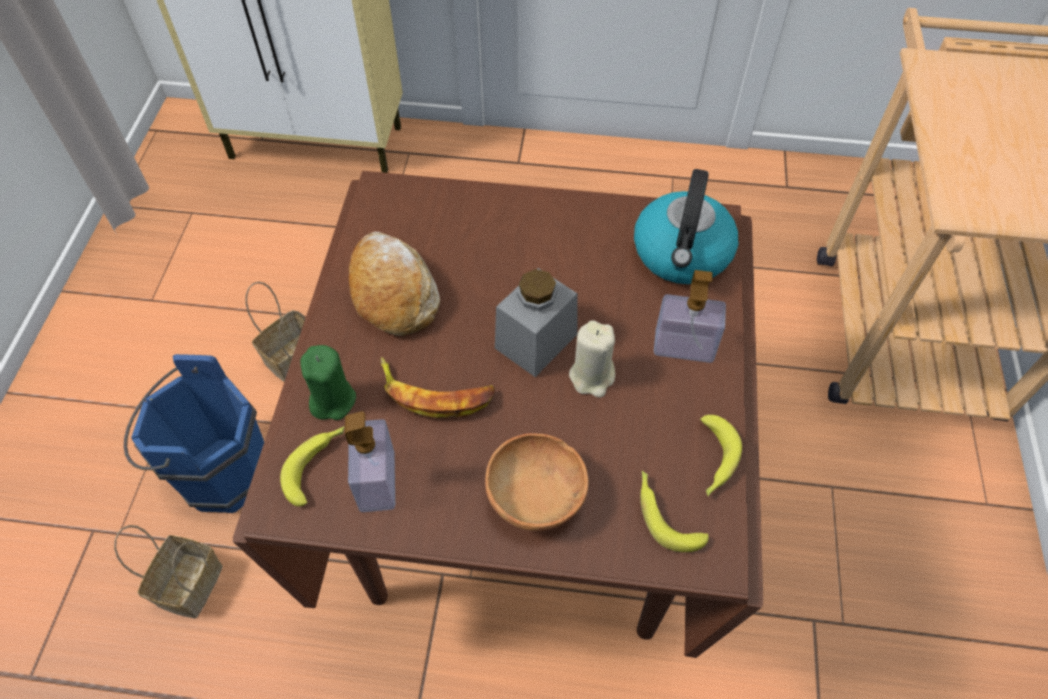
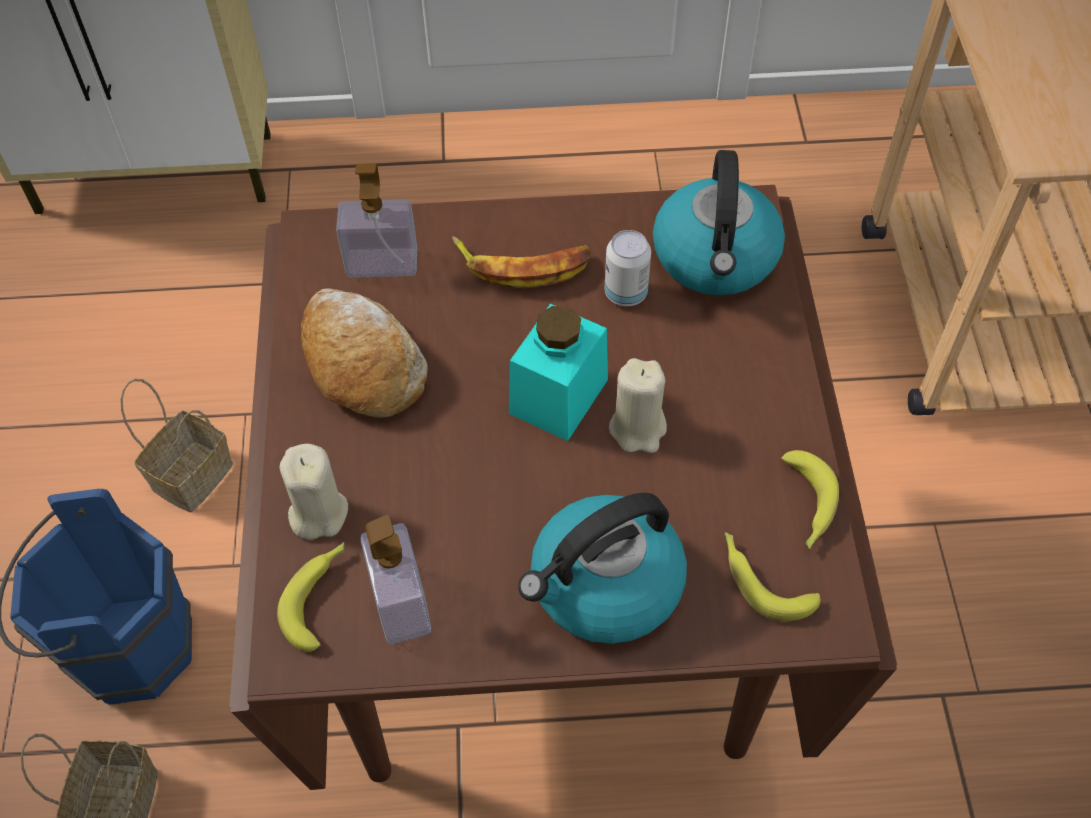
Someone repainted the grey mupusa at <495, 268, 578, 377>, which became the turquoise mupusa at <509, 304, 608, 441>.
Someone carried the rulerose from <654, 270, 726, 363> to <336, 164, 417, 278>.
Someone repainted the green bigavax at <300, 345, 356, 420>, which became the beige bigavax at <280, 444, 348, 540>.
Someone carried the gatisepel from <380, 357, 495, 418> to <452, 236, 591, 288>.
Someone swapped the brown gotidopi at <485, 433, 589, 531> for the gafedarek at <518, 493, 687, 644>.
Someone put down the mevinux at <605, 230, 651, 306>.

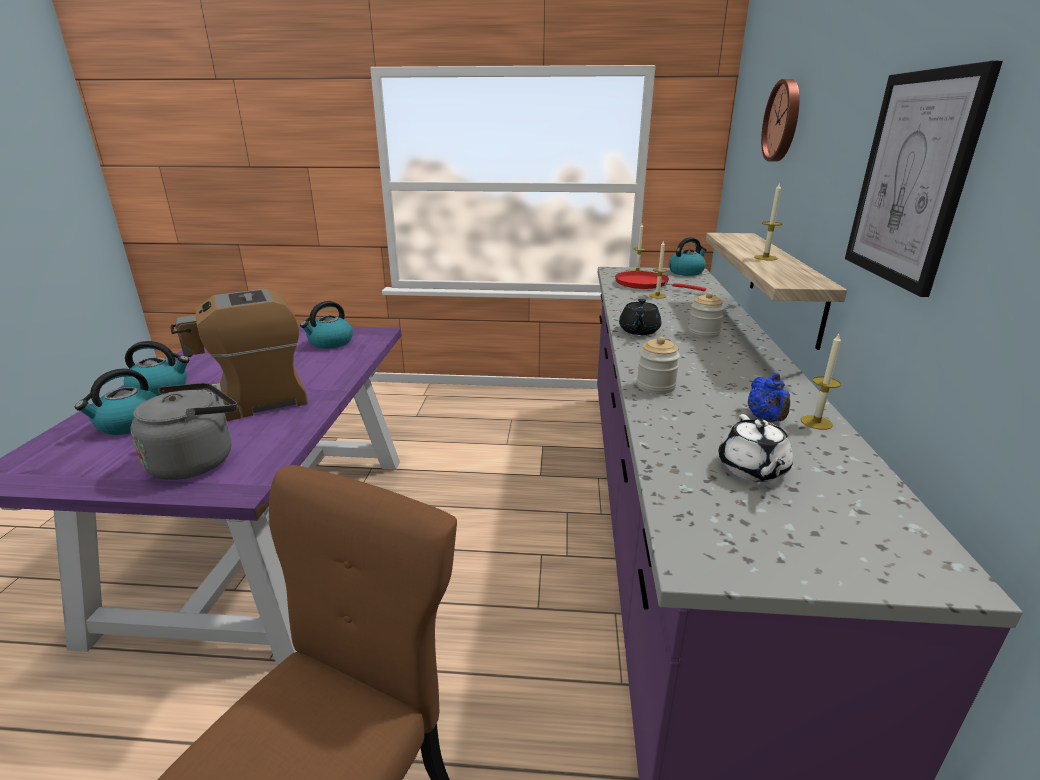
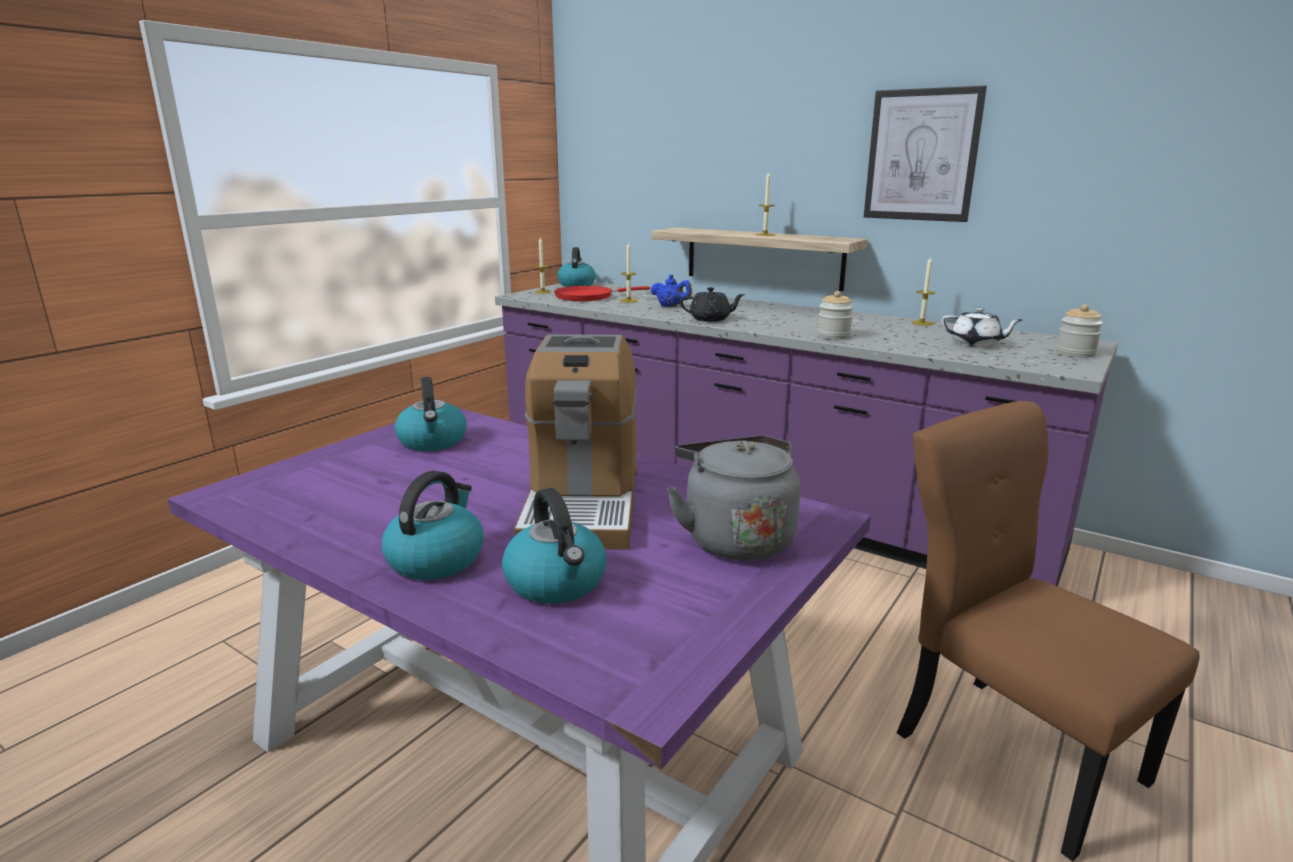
Someone took away the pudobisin at <761, 79, 800, 161>.
Someone carried the mupusa from <688, 292, 724, 338> to <1056, 304, 1103, 358>.
Someone rotated the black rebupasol at <619, 299, 661, 335> by 45 degrees counterclockwise.
Someone carried the blue rebupasol from <748, 373, 790, 422> to <651, 275, 692, 307>.

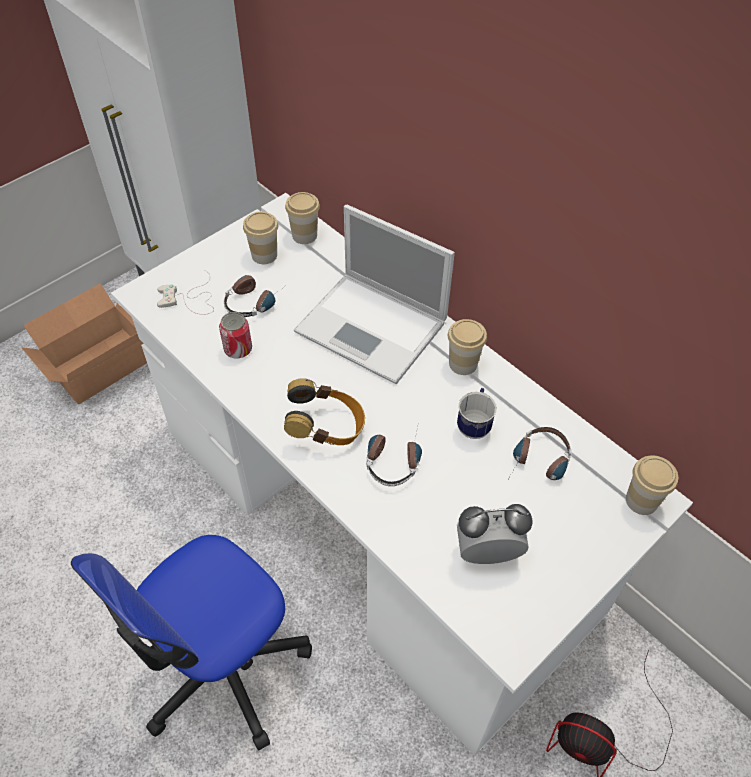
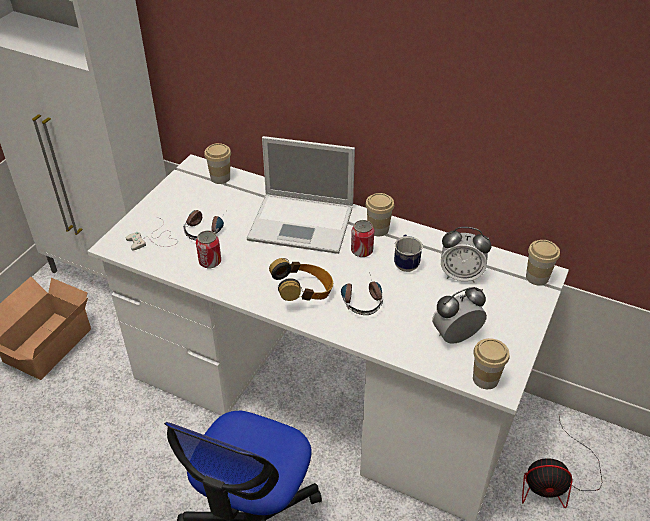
Someone carried the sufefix from <243, 212, 278, 264> to <473, 338, 510, 389>.
Someone swapped the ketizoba at <510, 427, 572, 480> for the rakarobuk at <441, 227, 492, 283>.
Someone put down the mevinux at <351, 220, 374, 257>.

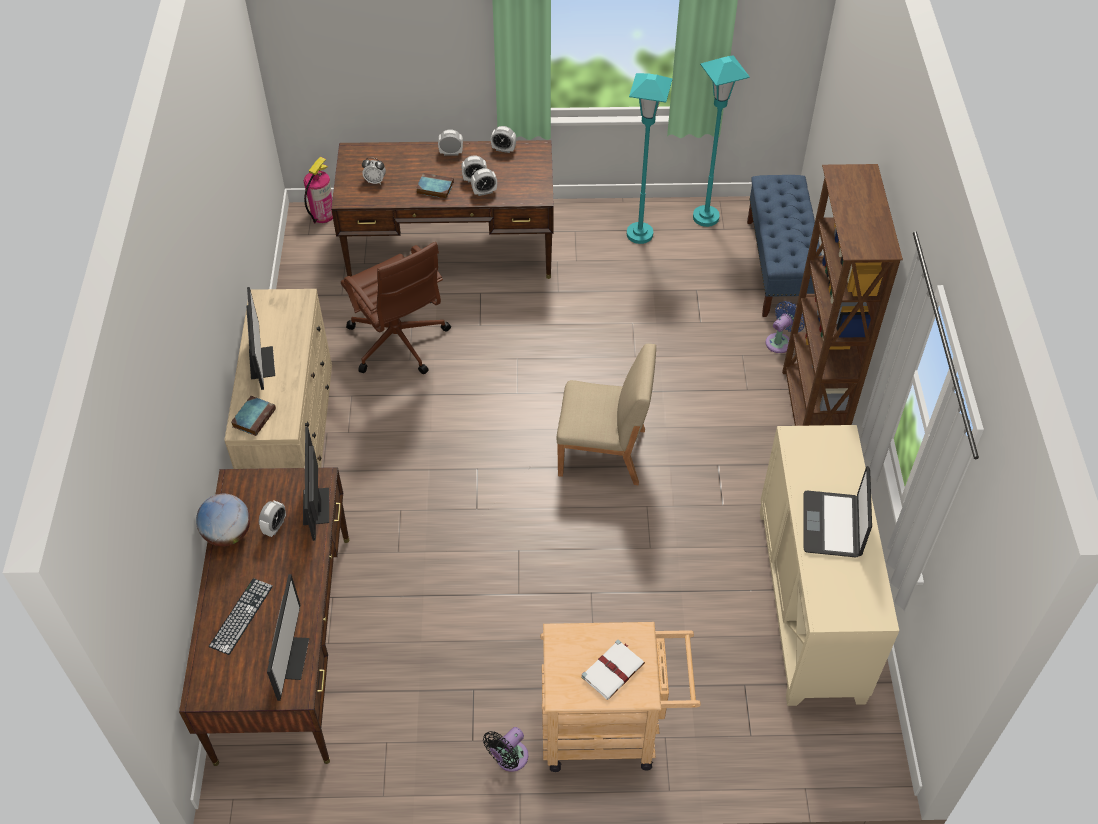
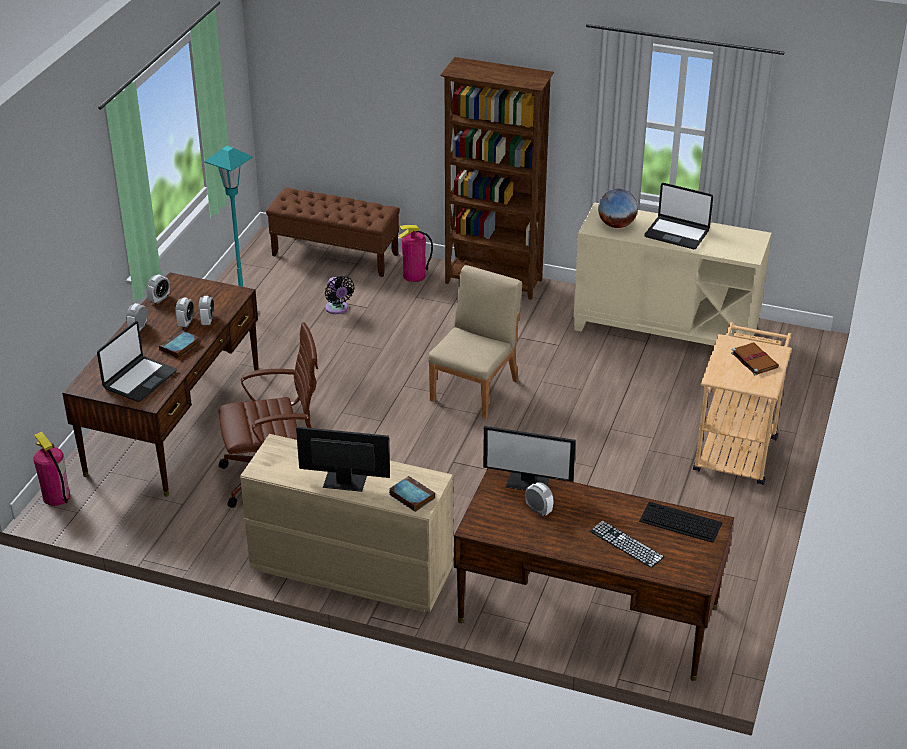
Someone took away the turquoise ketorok at <693, 55, 750, 227>.
Someone swapped the rakarobuk at <362, 158, 386, 185> for the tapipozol at <97, 321, 177, 402>.
Someone repainted the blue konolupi at <747, 175, 822, 317>, which became the brown konolupi at <266, 188, 400, 277>.
Someone swapped the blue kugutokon at <765, 301, 805, 353> for the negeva at <398, 225, 433, 282>.
Someone carried the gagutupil from <196, 494, 250, 546> to <598, 189, 638, 228>.
Someone swapped the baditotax at <267, 574, 309, 701> for the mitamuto at <639, 502, 723, 543>.
Someone repainted the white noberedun at <581, 640, 645, 700>, which became the brown noberedun at <731, 343, 779, 375>.
Someone carried the black kugutokon from <483, 727, 528, 772> to <325, 276, 355, 314>.

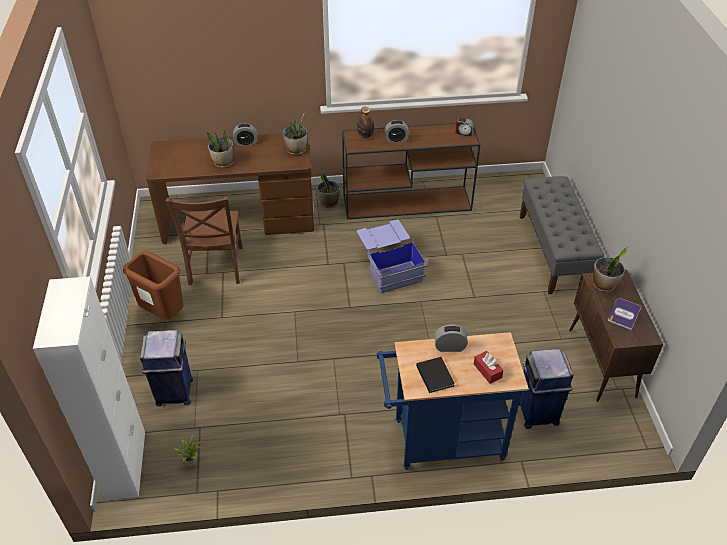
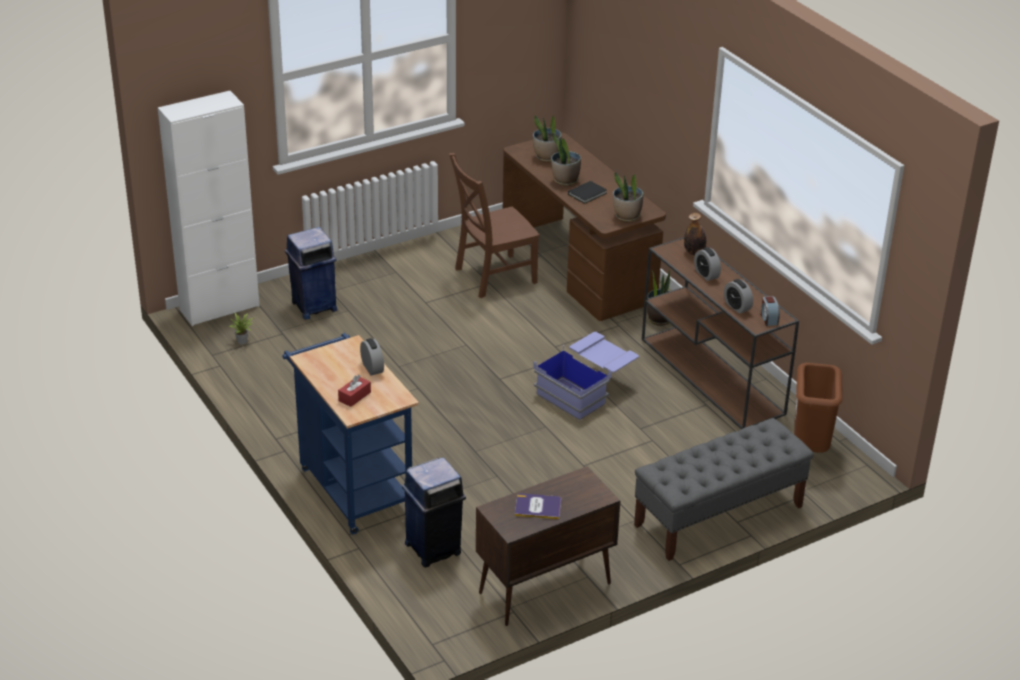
Someone carried the rakarobuk from <233, 123, 258, 146> to <724, 279, 753, 314>.
Someone carried the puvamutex from <592, 246, 630, 292> to <533, 115, 562, 162>.
Someone carried the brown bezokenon from <123, 251, 184, 320> to <794, 363, 843, 453>.
Someone carried the black noberedun from <416, 357, 455, 393> to <568, 181, 607, 204>.

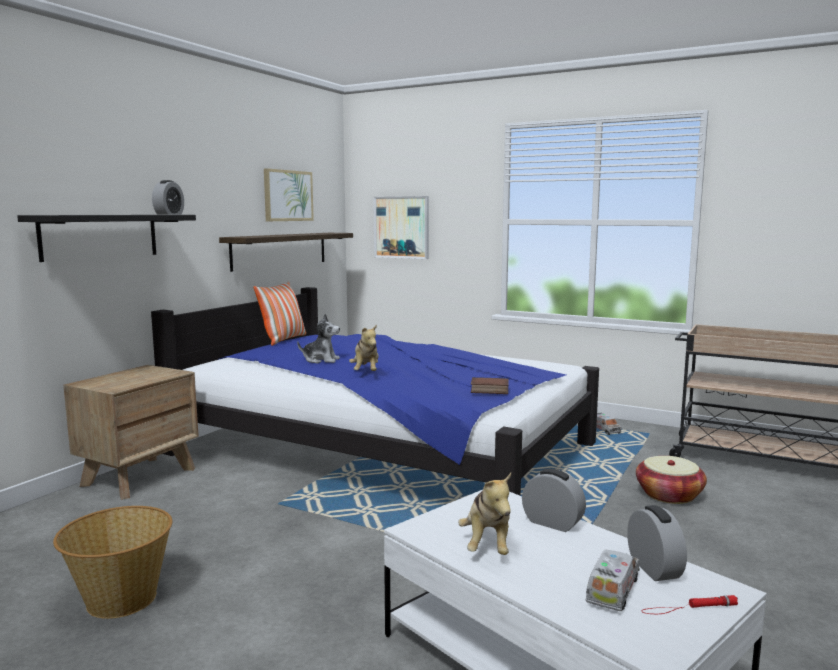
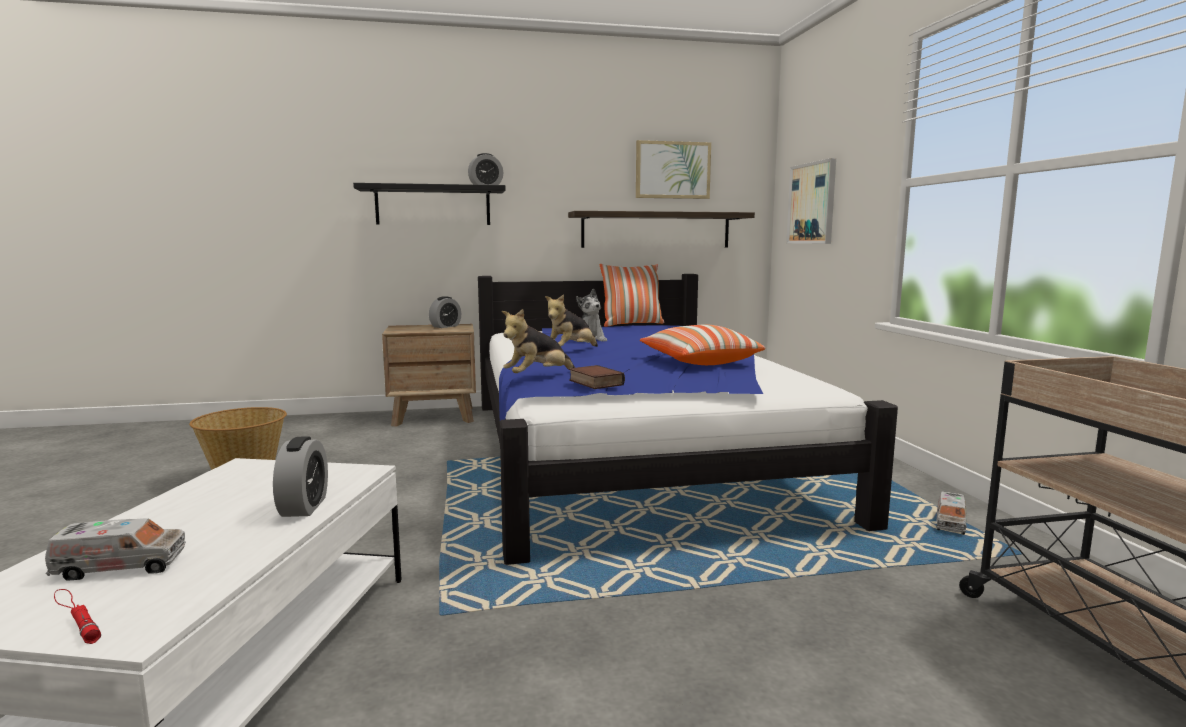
Someone took away the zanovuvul at <636, 456, 707, 504>.
Someone carried the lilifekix from <458, 473, 511, 555> to <502, 309, 575, 373>.
Someone carried the rakarobuk from <627, 505, 687, 581> to <429, 296, 461, 328>.
Someone put down the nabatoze at <640, 324, 766, 365>.

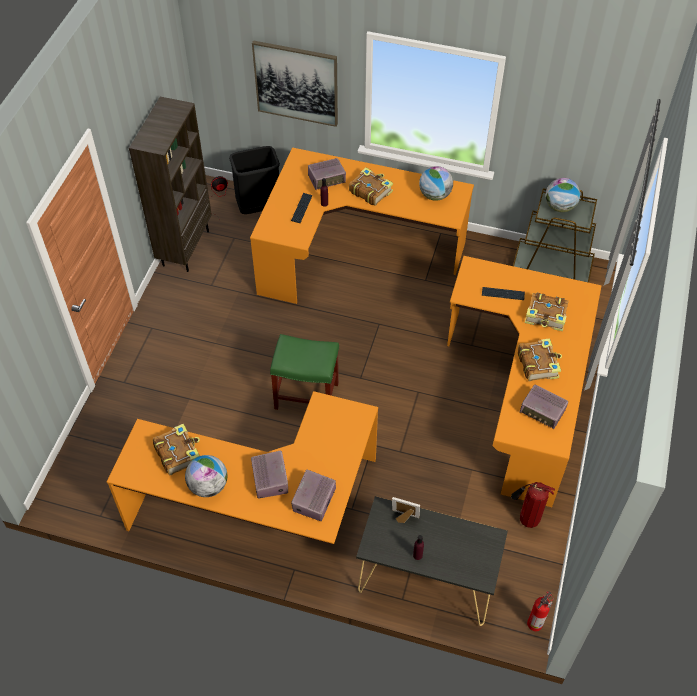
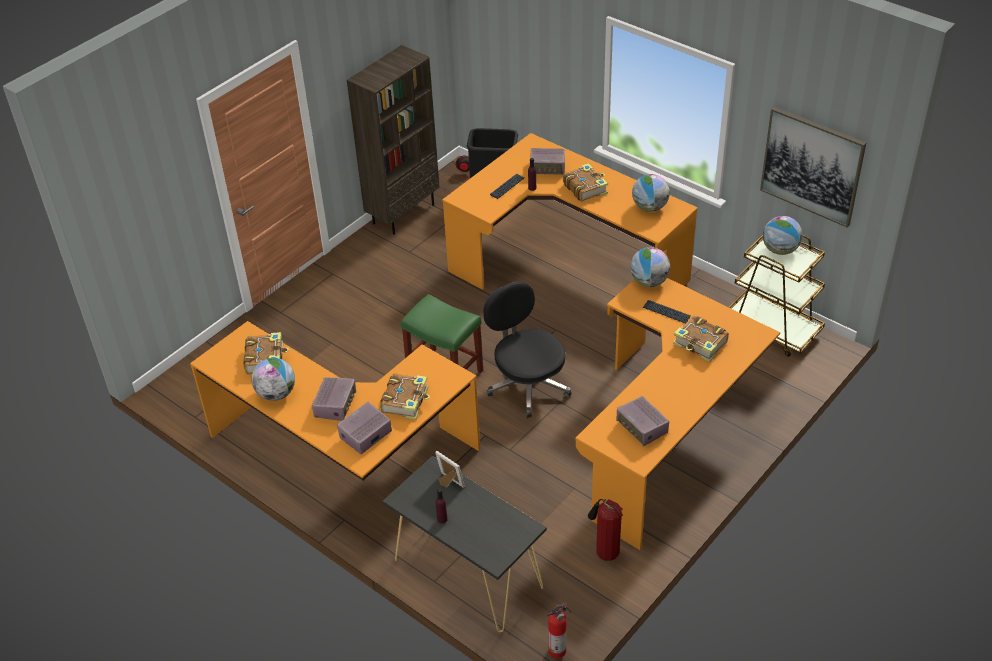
Someone carried the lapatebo from <252, 40, 338, 127> to <760, 107, 866, 228>.
Someone carried the noberedun from <518, 338, 562, 381> to <380, 373, 430, 420>.
Someone put down the gagutupil at <630, 247, 670, 287>.
Someone put down the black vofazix at <483, 281, 571, 418>.

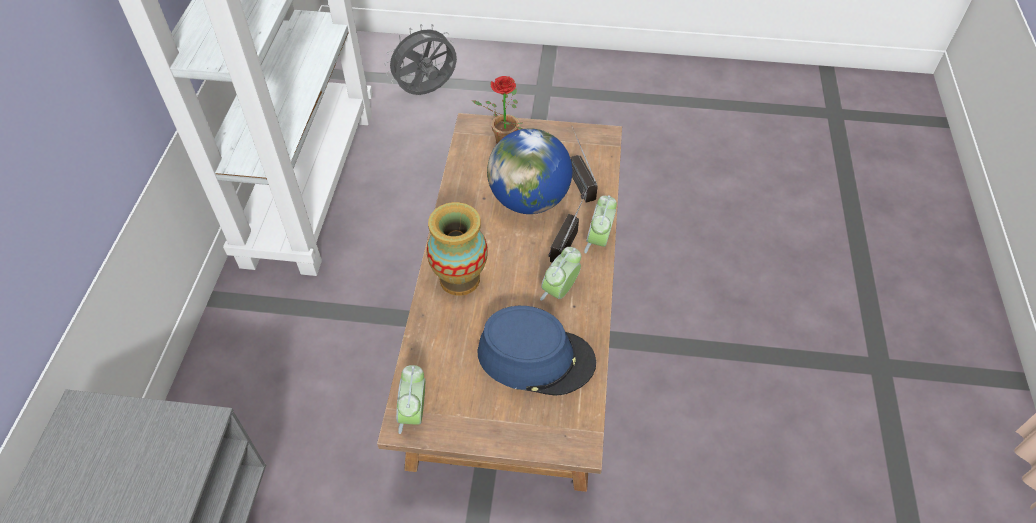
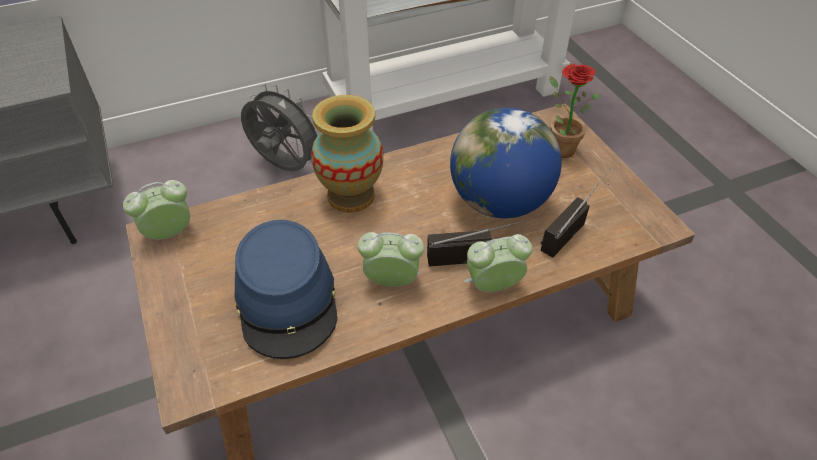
Someone carried the grey kugutokon from <385, 24, 457, 95> to <241, 84, 320, 171>.

